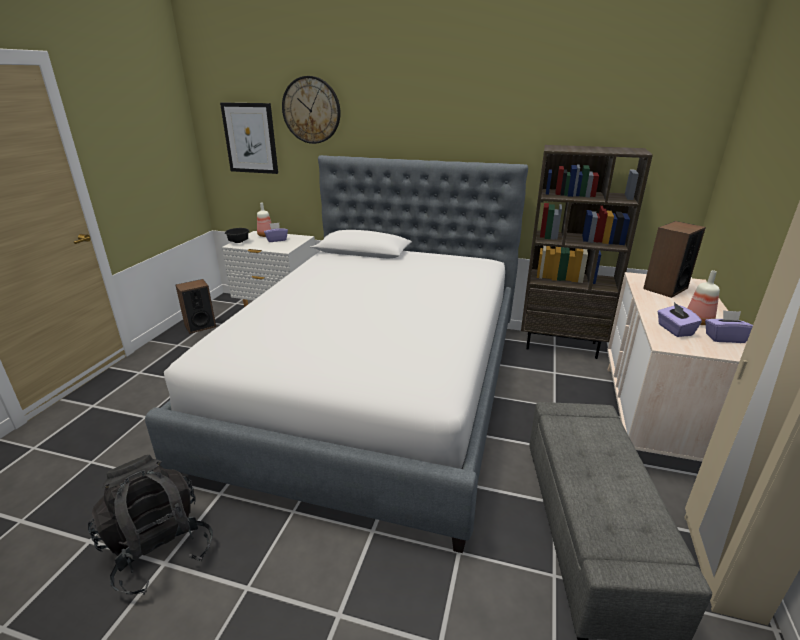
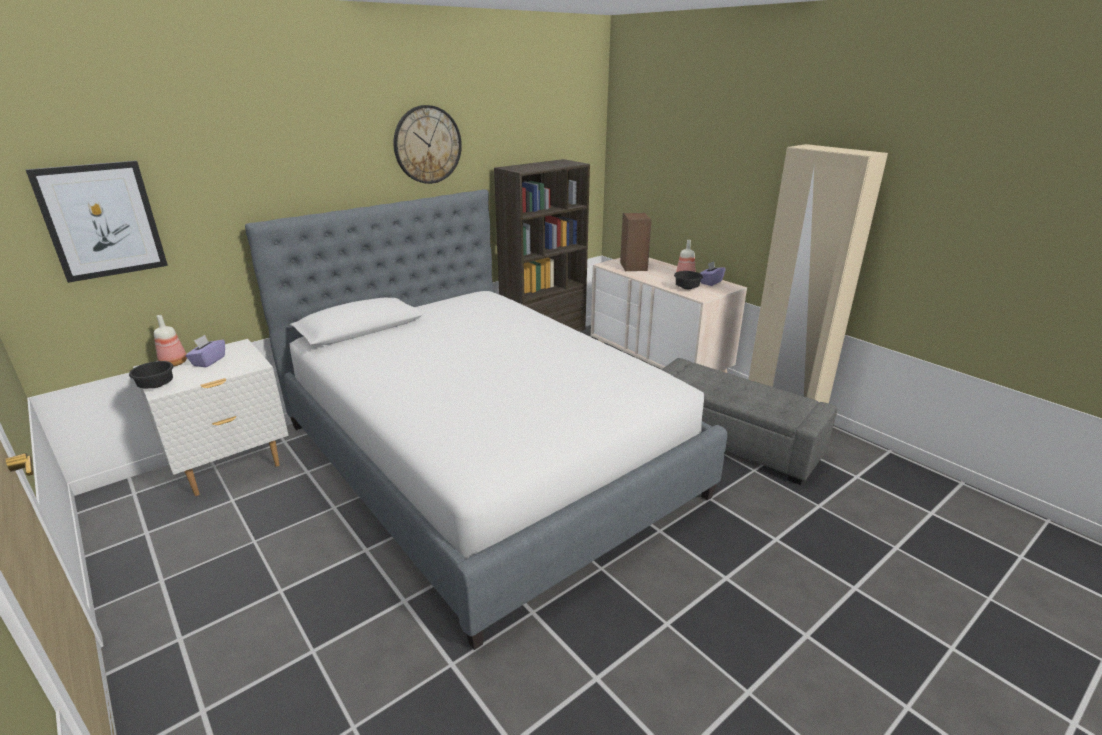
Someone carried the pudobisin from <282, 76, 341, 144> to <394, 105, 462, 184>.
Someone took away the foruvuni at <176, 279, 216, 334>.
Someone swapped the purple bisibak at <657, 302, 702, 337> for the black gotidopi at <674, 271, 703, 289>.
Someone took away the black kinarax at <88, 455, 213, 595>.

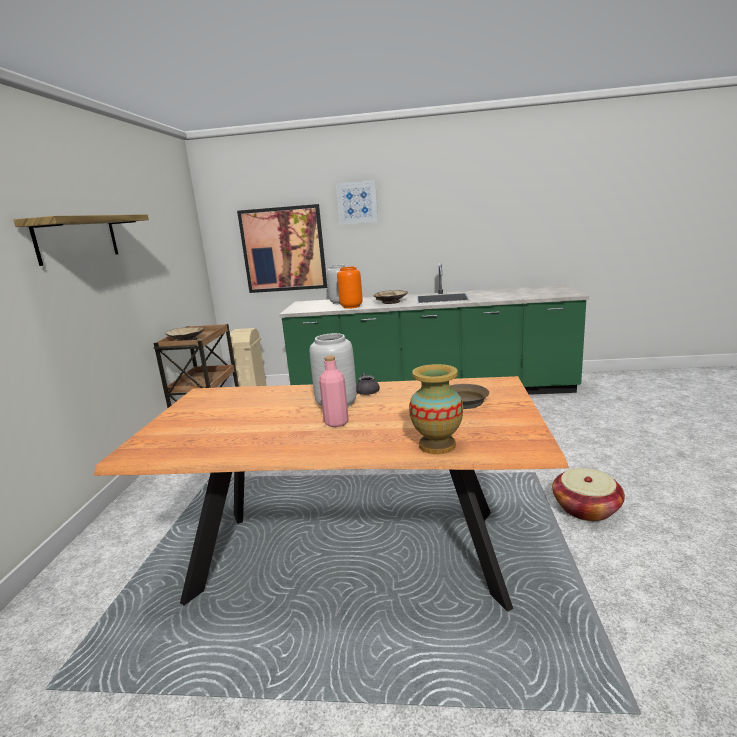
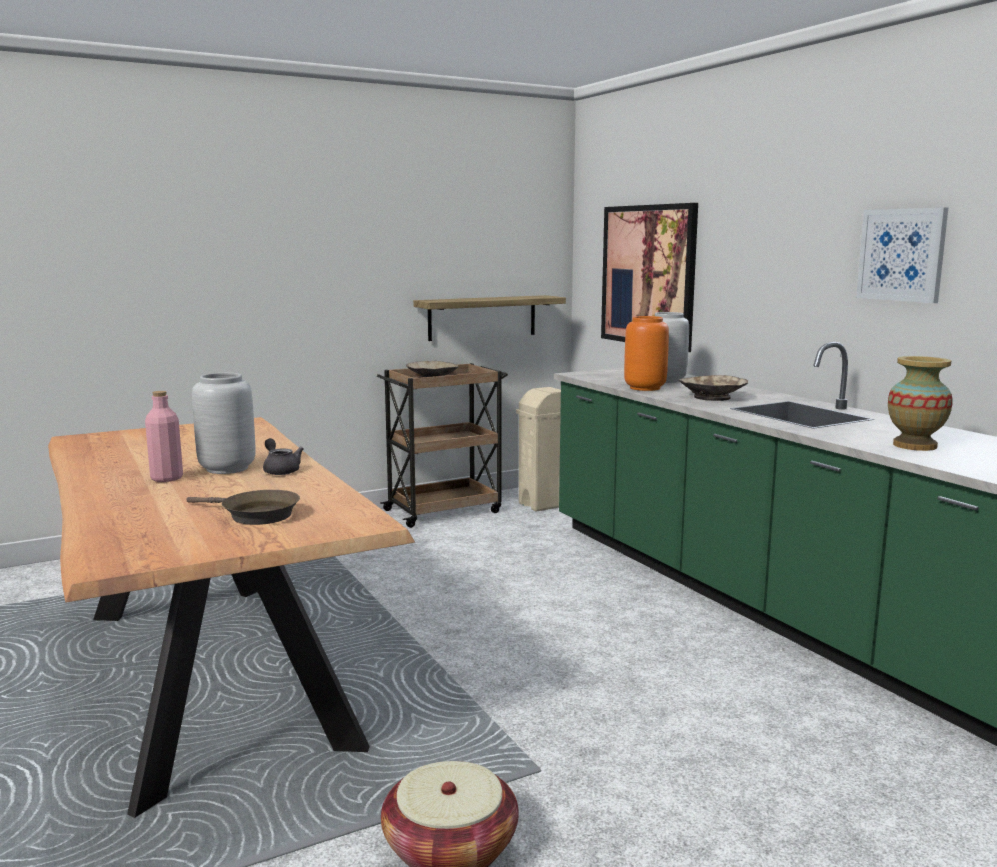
Someone carried the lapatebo from <336, 180, 378, 225> to <856, 207, 948, 303>.
Someone carried the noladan from <13, 214, 149, 266> to <413, 295, 566, 341>.
Someone carried the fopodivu from <409, 364, 463, 454> to <888, 356, 953, 451>.

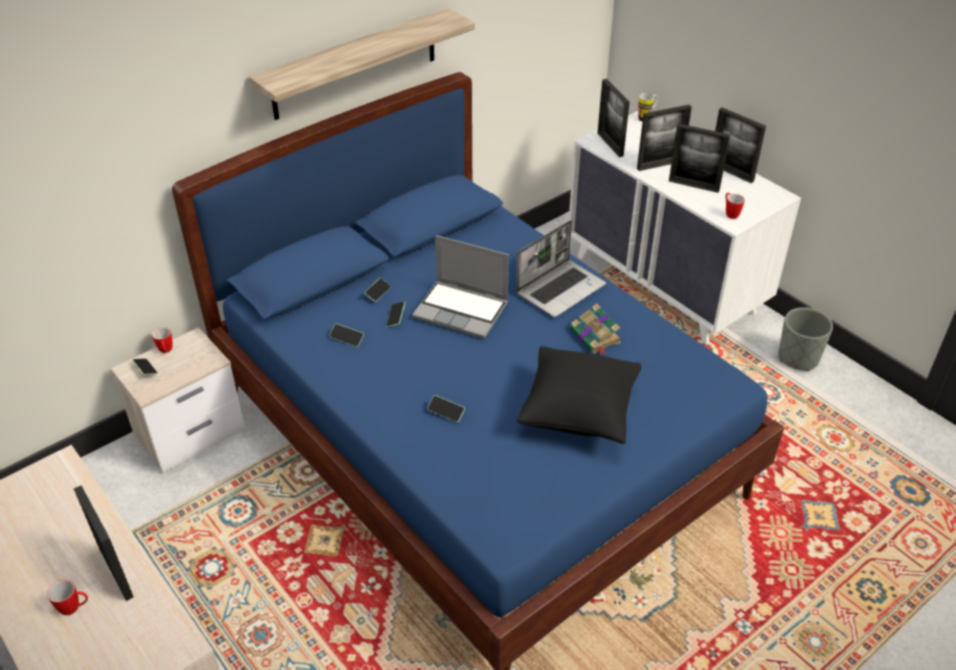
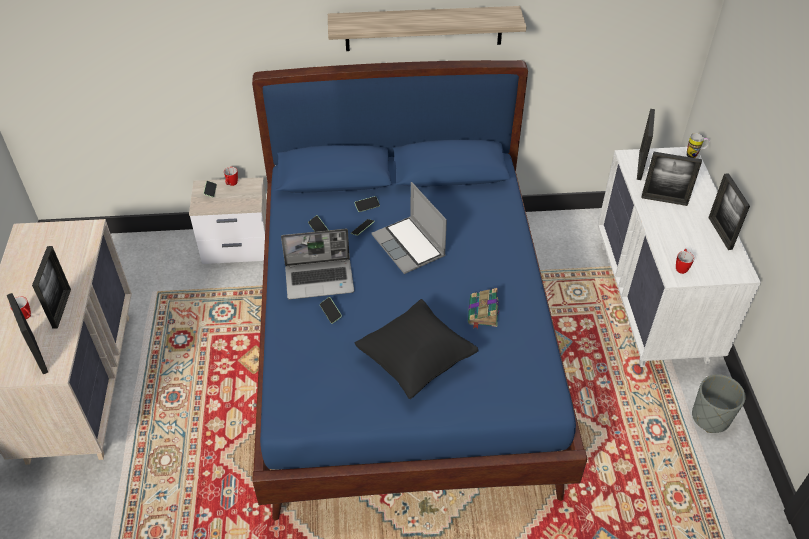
Someone carried the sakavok from <669, 123, 730, 193> to <7, 293, 48, 374>.
Someone carried the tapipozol from <516, 220, 606, 317> to <281, 229, 354, 299>.

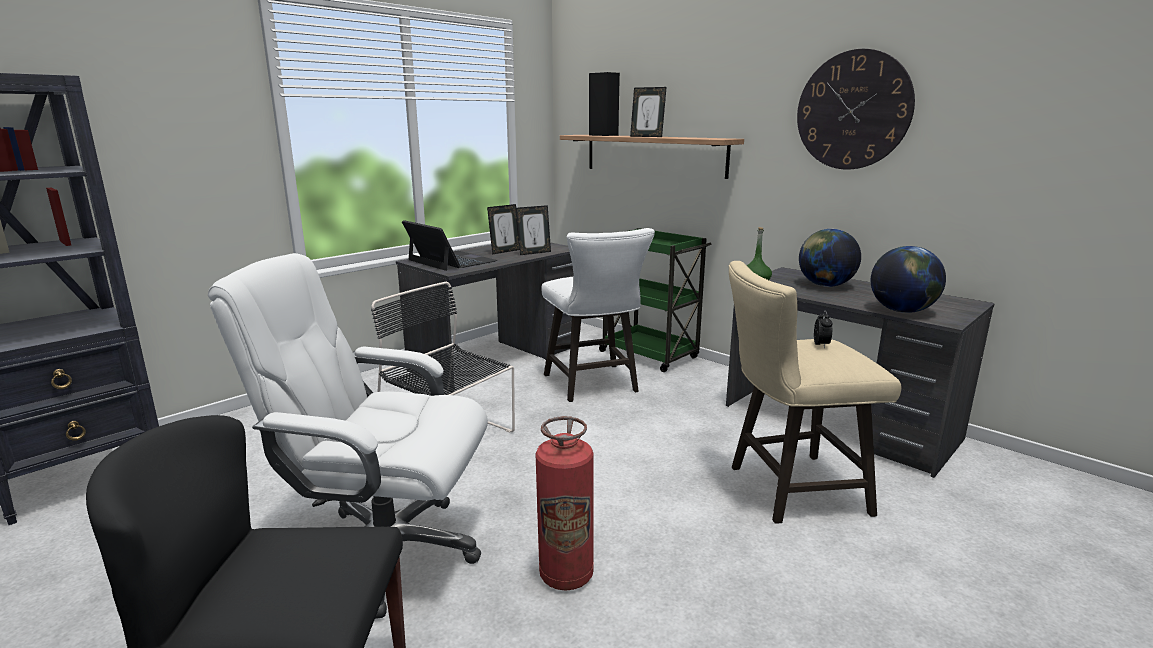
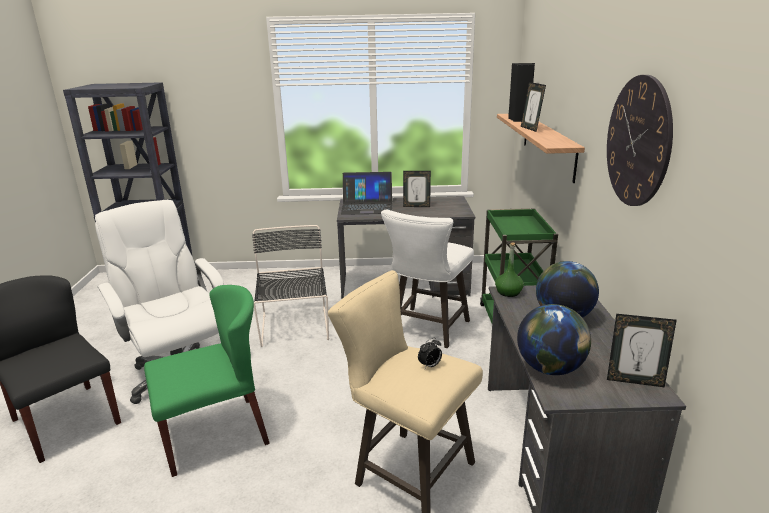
Someone carried the sakavok from <516, 205, 551, 255> to <607, 314, 677, 387>.
Someone rotated the tapipozol at <402, 220, 497, 271> by 90 degrees clockwise.
Someone swapped the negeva at <535, 416, 594, 590> for the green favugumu at <144, 285, 270, 477>.

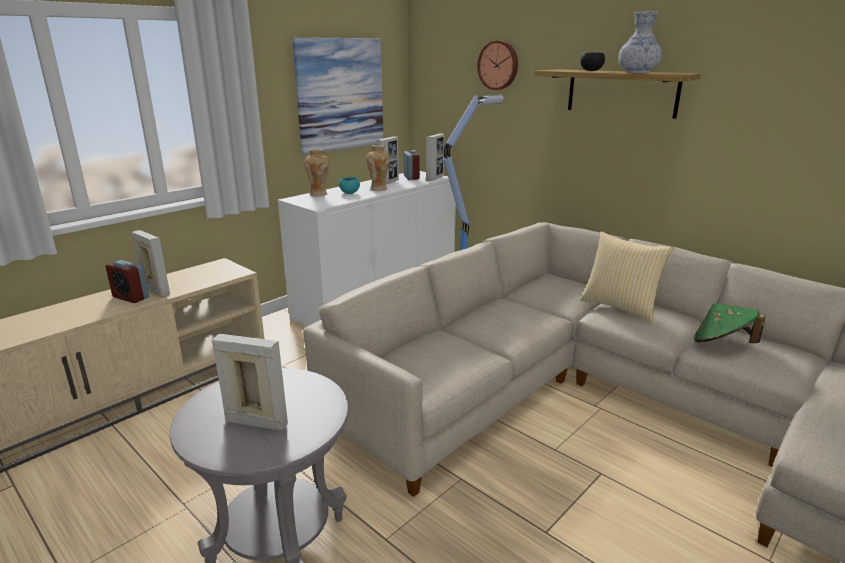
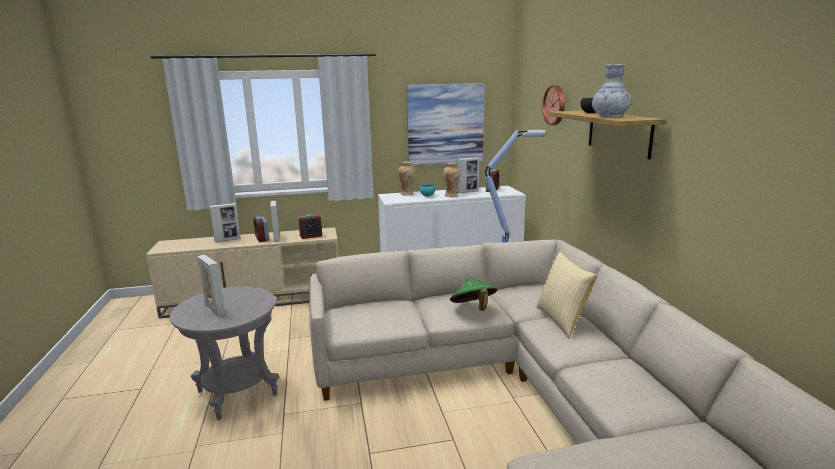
Someone carried the sakavok from <426, 133, 445, 181> to <209, 203, 240, 242>.
Someone carried the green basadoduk from <694, 303, 765, 343> to <450, 277, 497, 311>.
Someone put down the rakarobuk at <298, 214, 322, 239>.

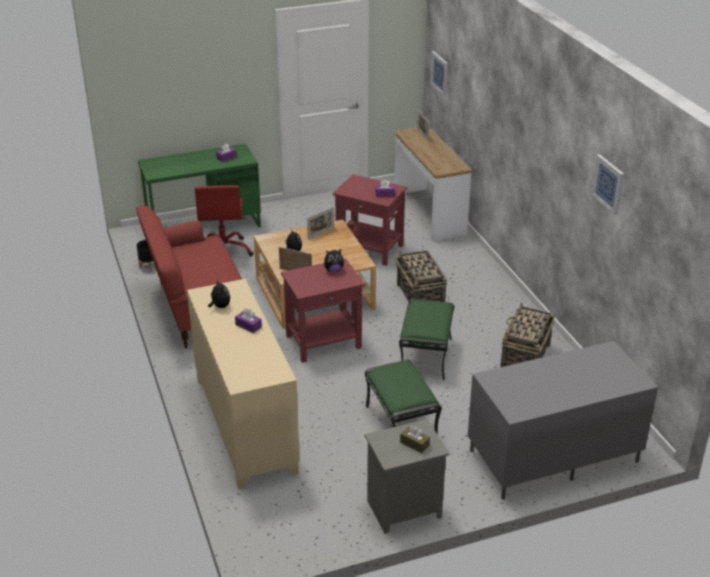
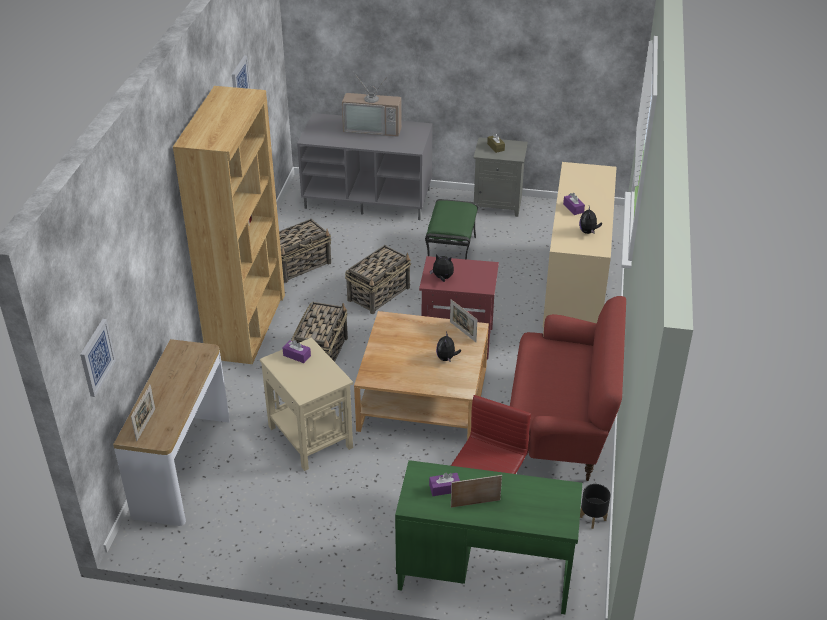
Someone repainted the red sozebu at <333, 174, 407, 266>, which became the beige sozebu at <260, 337, 353, 471>.
Someone carried the sakavok from <307, 207, 334, 239> to <451, 475, 502, 508>.
Someone swapped the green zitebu at <399, 299, 454, 380> for the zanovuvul at <345, 245, 411, 314>.
Someone put down the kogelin at <342, 72, 402, 137>.
Someone put down the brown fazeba at <173, 86, 285, 364>.

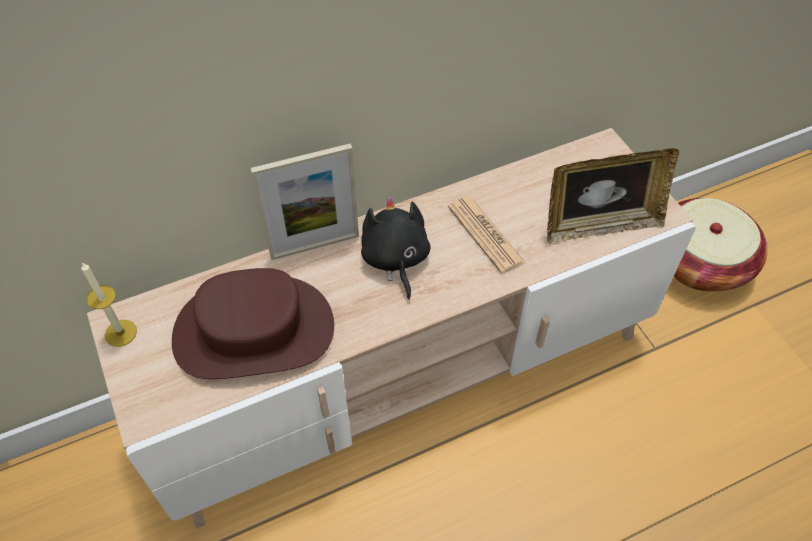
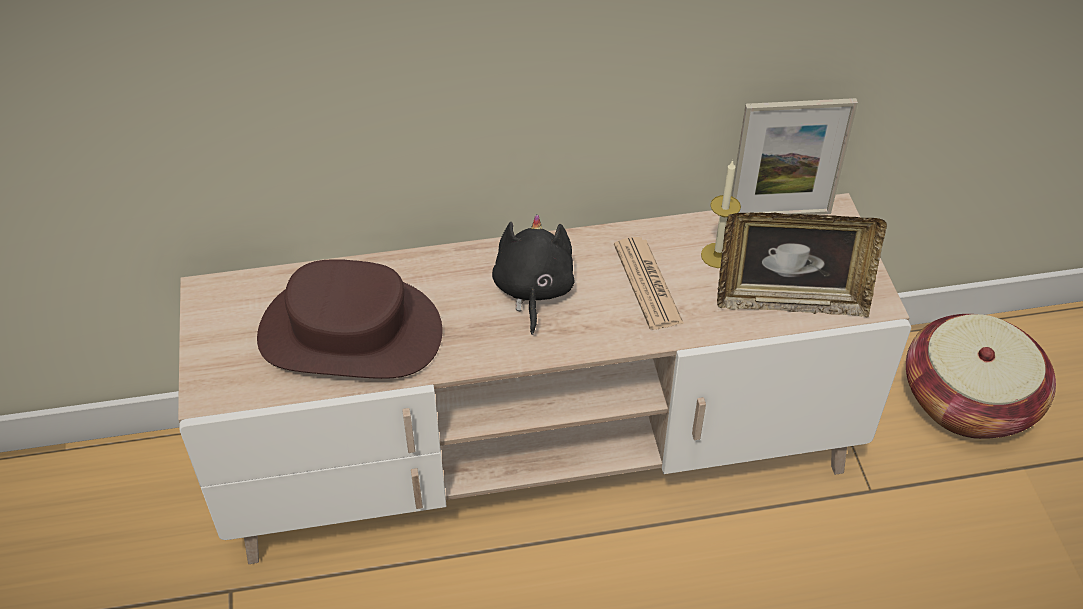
Someone carried the sakavok from <250, 144, 359, 260> to <731, 98, 858, 215>.
Someone carried the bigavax from <81, 262, 137, 347> to <701, 160, 741, 268>.

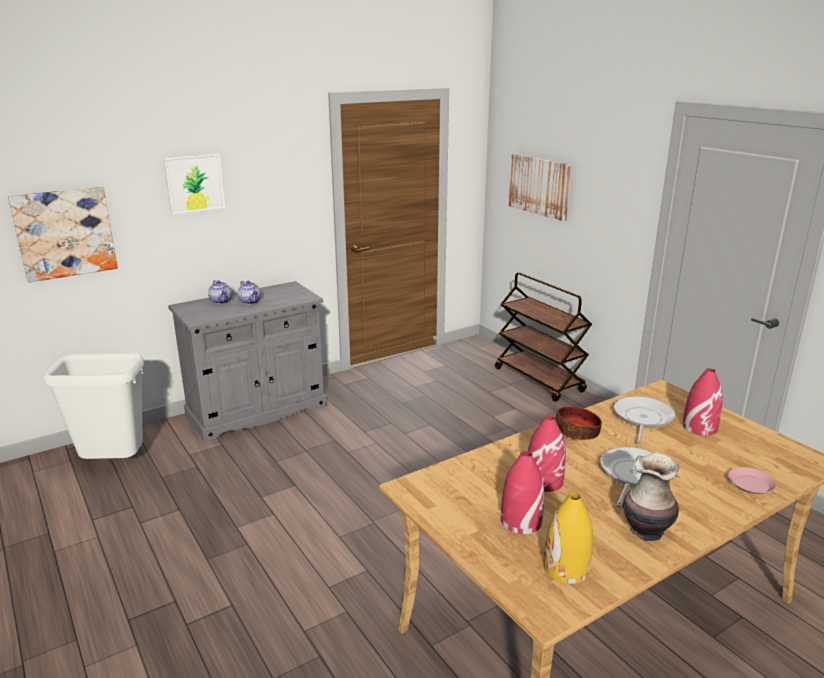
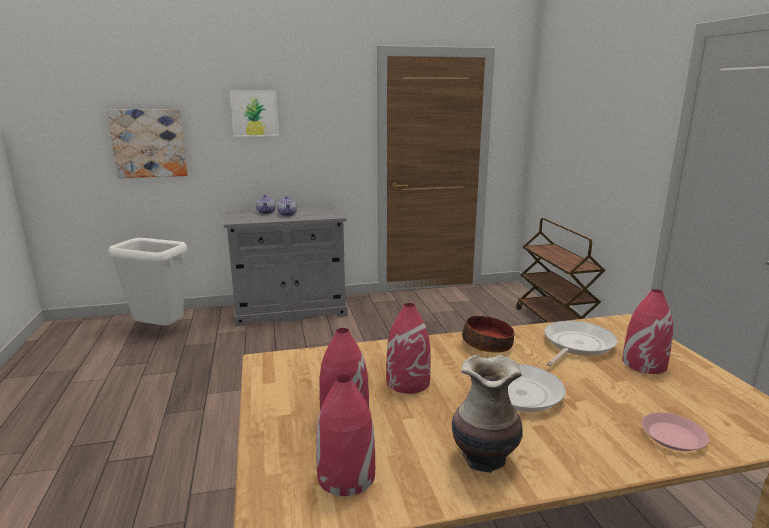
Someone took away the lapatebo at <509, 154, 571, 221>.
Someone repainted the yellow fopodivu at <544, 493, 593, 584>, which became the red fopodivu at <316, 375, 375, 496>.

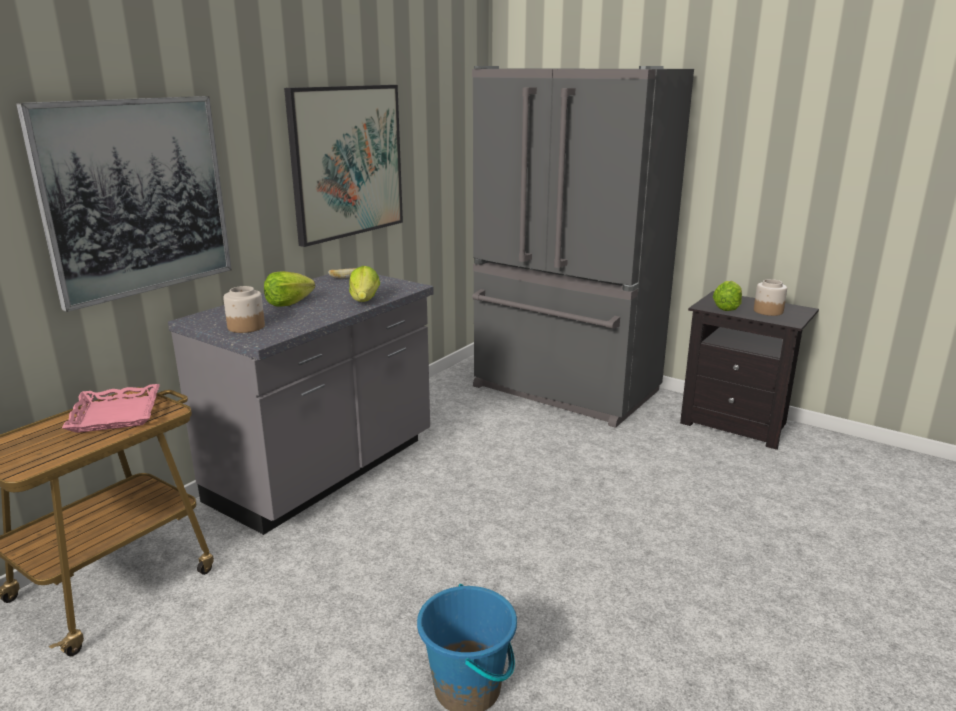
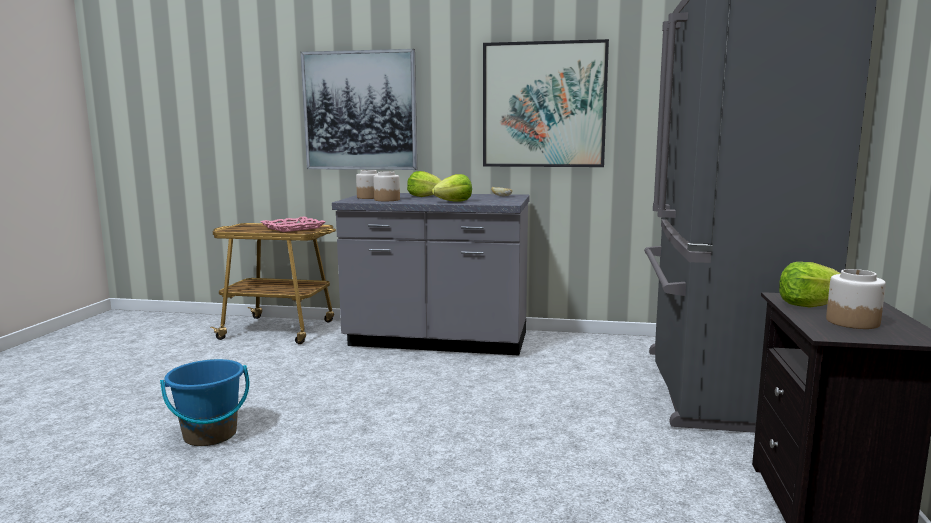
Someone put down the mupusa at <373, 171, 400, 201>.

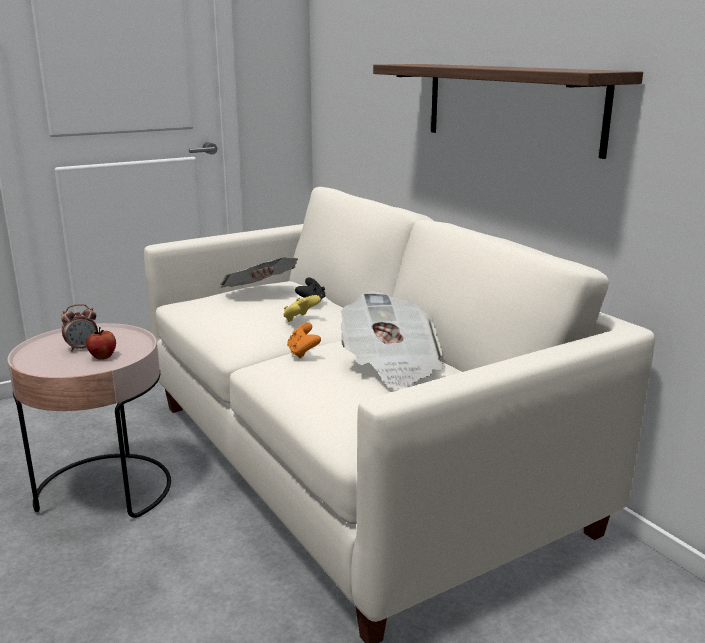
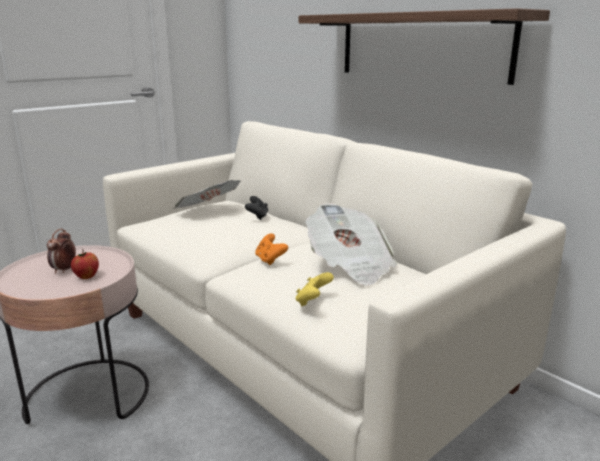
Someone carried the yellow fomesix from <283, 295, 321, 322> to <296, 272, 334, 306>.
Someone rotated the rakarobuk at <61, 304, 98, 352> by 135 degrees clockwise.

